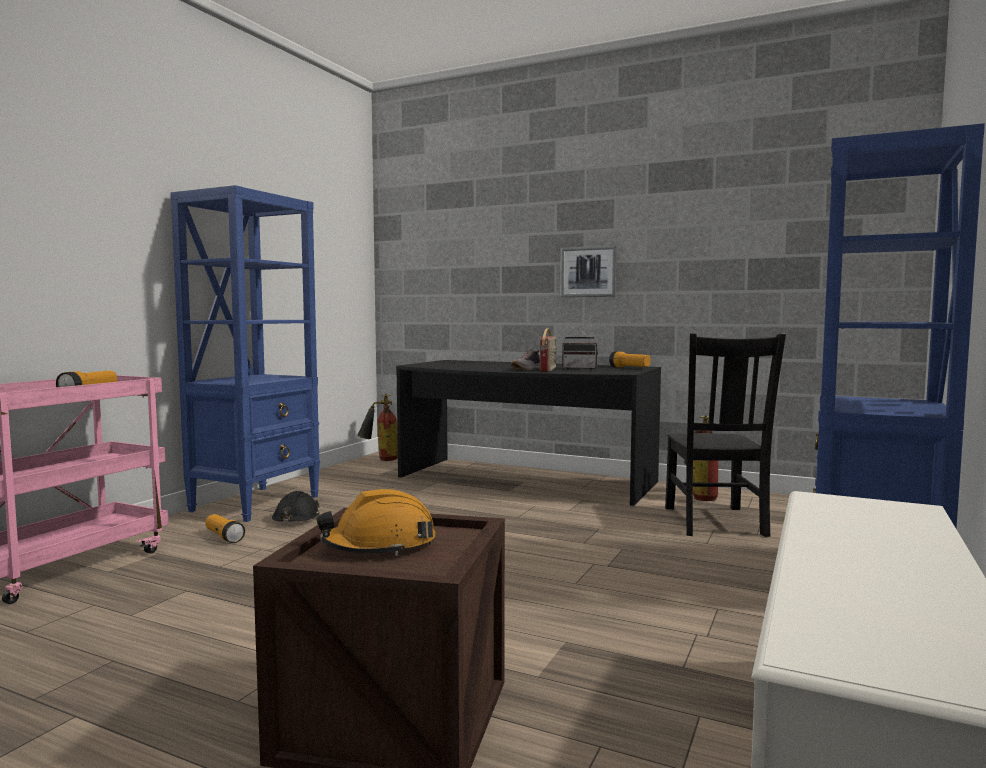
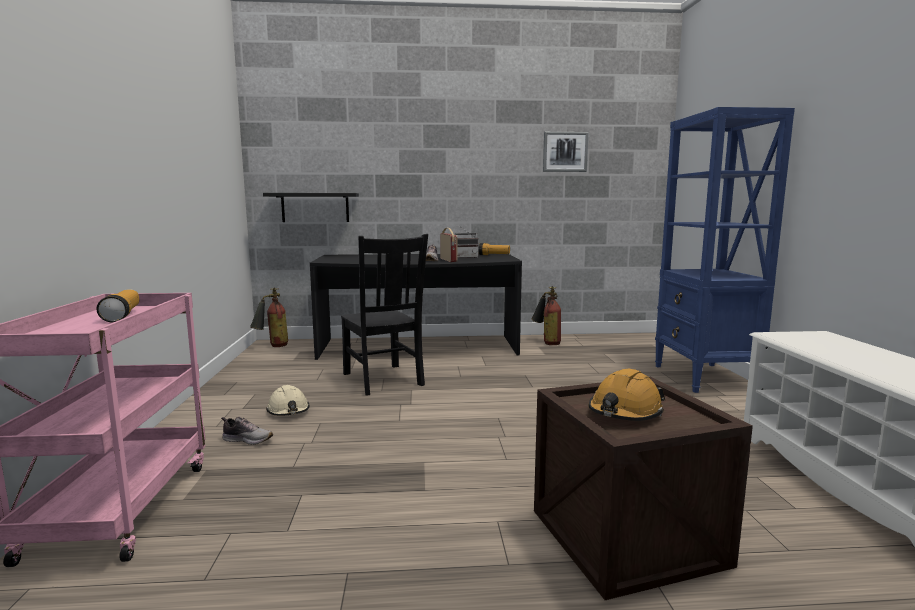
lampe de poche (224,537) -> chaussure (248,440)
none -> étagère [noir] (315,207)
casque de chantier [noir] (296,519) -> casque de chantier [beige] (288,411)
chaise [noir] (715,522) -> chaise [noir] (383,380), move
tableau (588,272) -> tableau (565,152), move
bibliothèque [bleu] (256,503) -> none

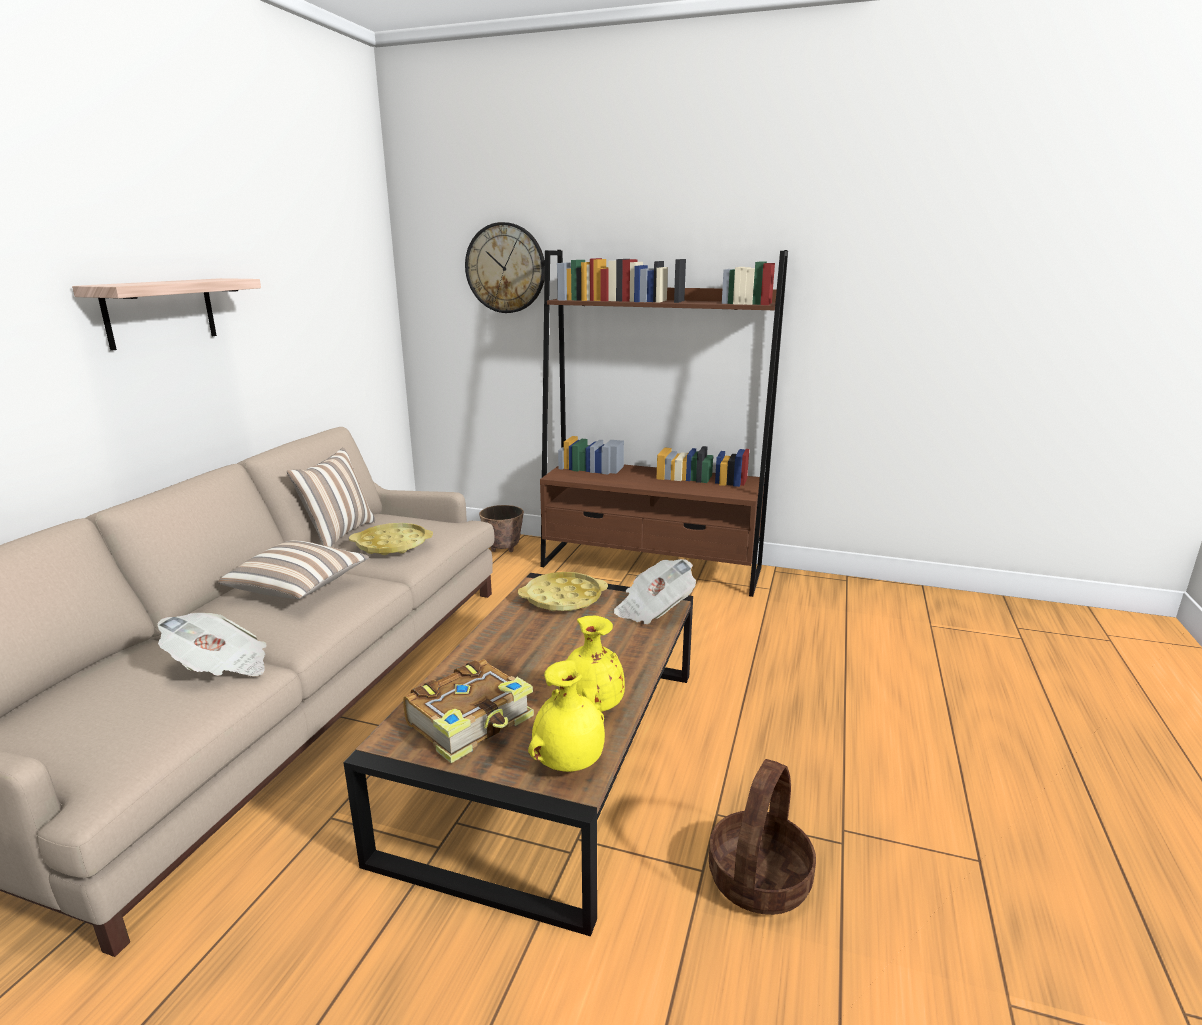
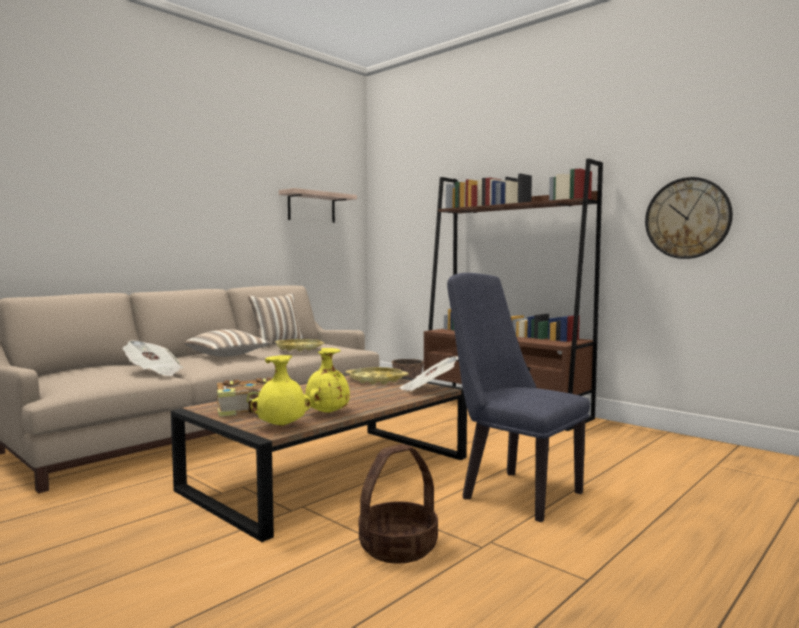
étagère (160,312) -> étagère (311,207), move
none -> chaise [bleu] (513,492)
horloge murale (505,268) -> horloge murale (687,218), move

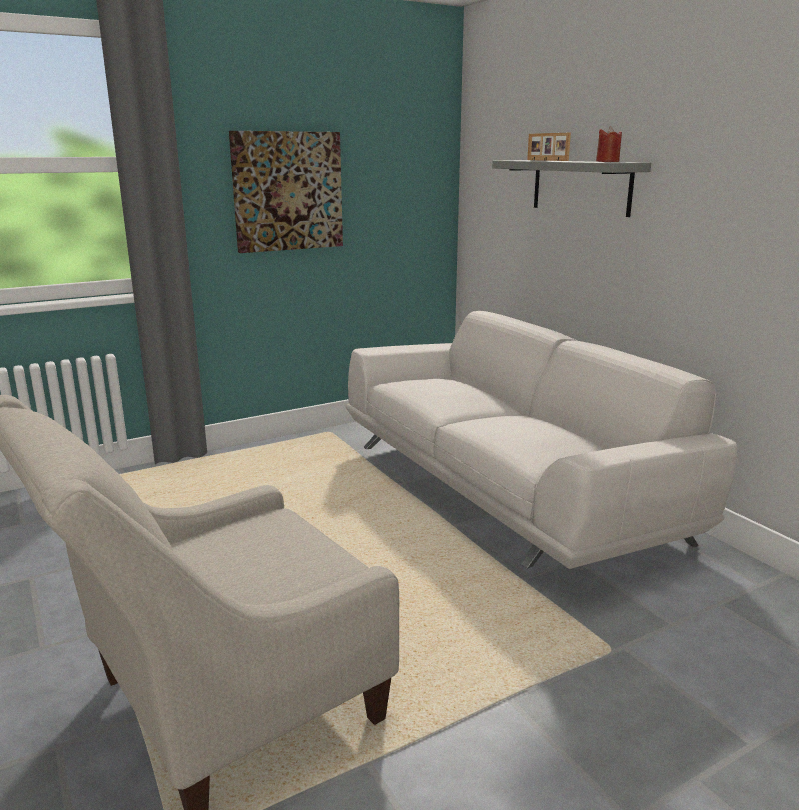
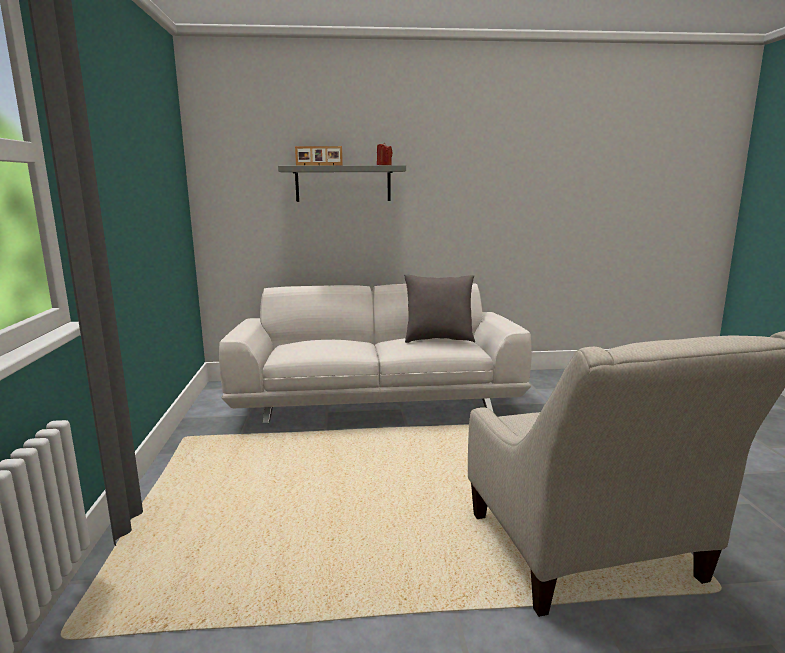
none -> coussin [gris] (438,340)
tableau (287,191) -> none

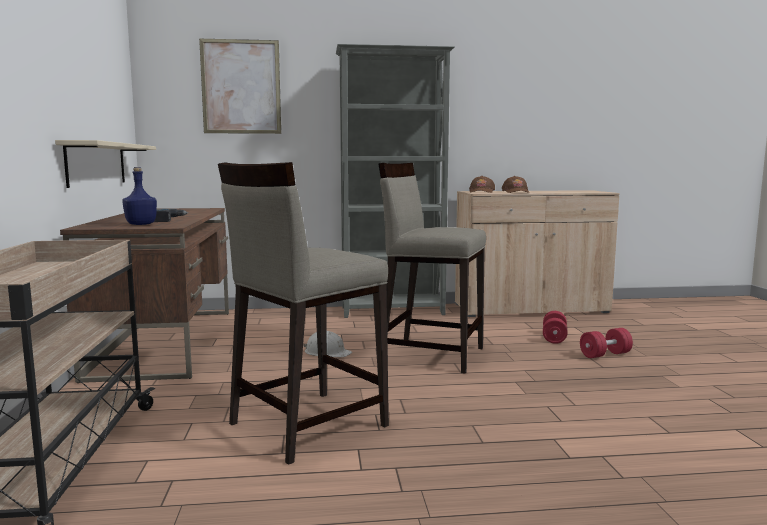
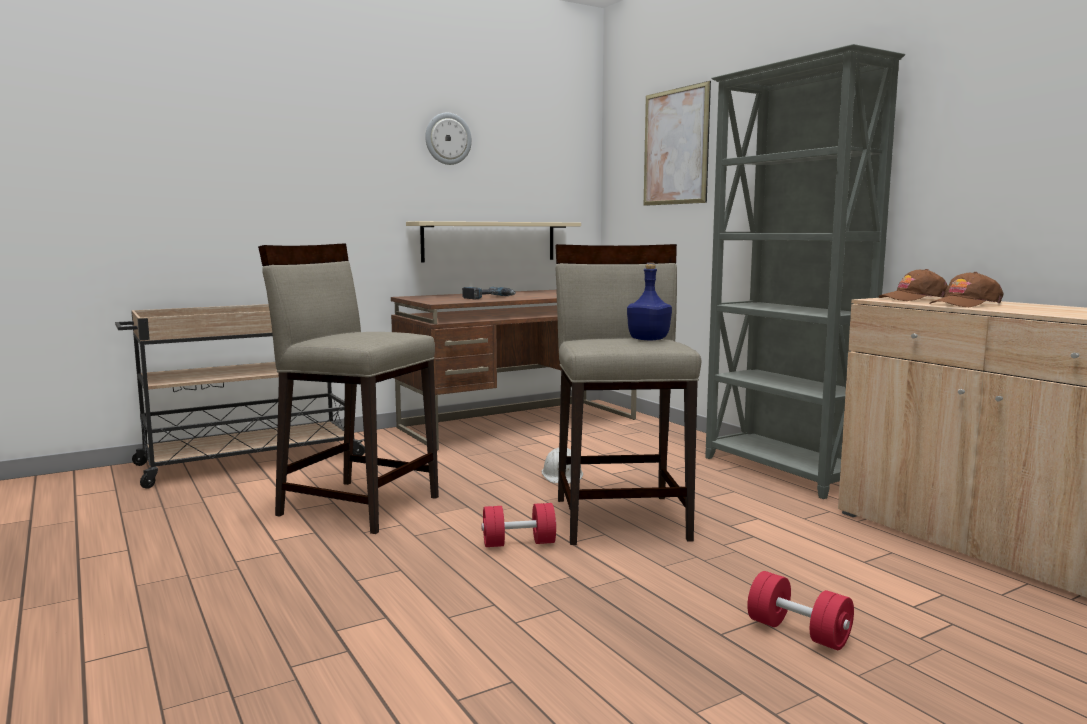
none -> horloge murale (448,139)
haltère [rouge] (554,337) -> haltère [rouge] (519,543), move
bouteille [bleu] (141,224) -> bouteille [bleu] (649,339), move

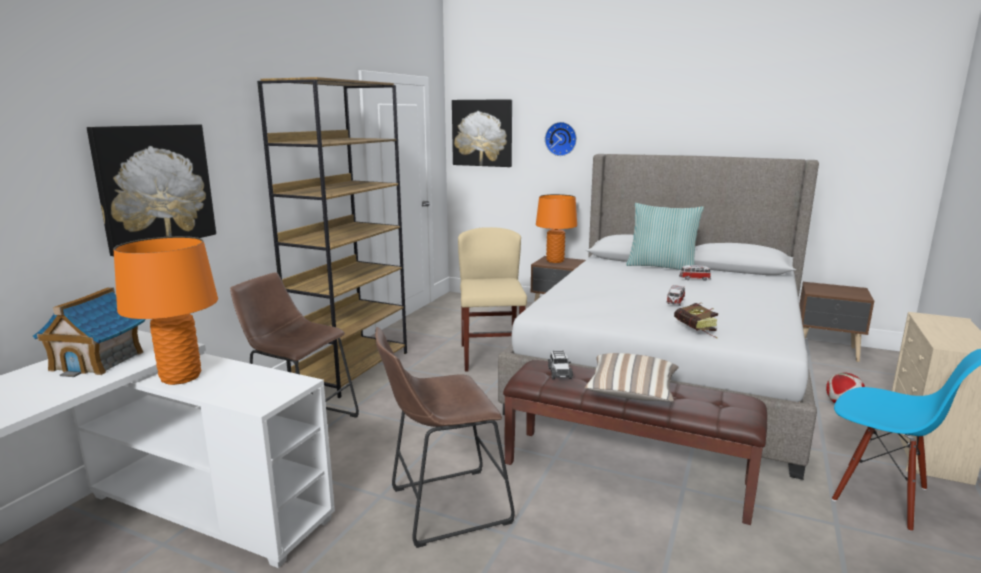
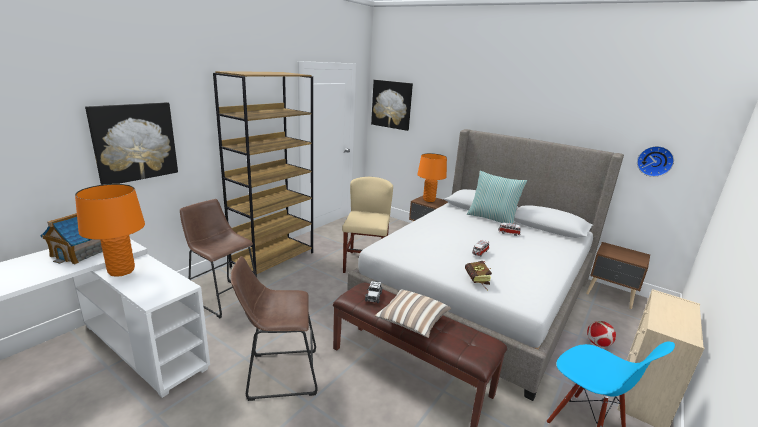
horloge murale (561,139) -> horloge murale (655,161), move

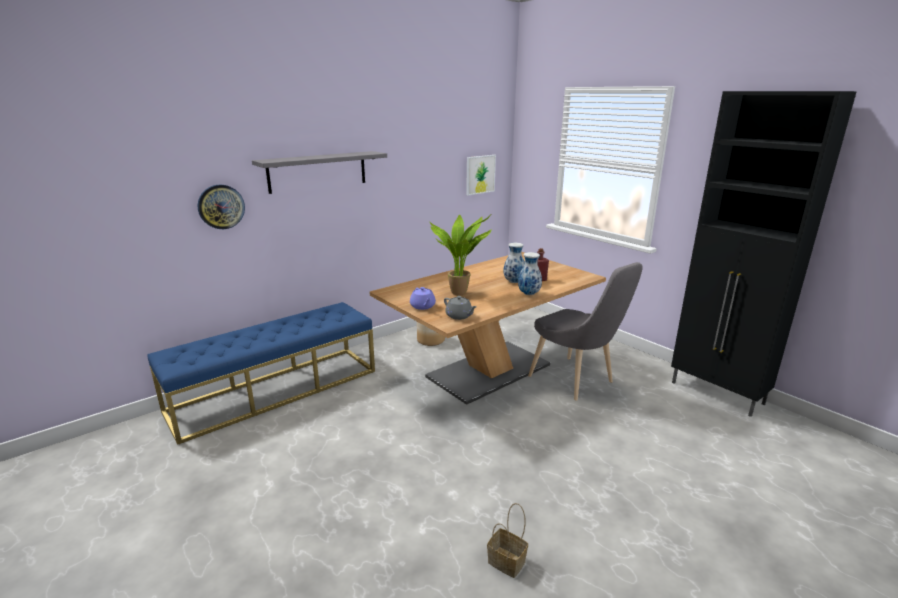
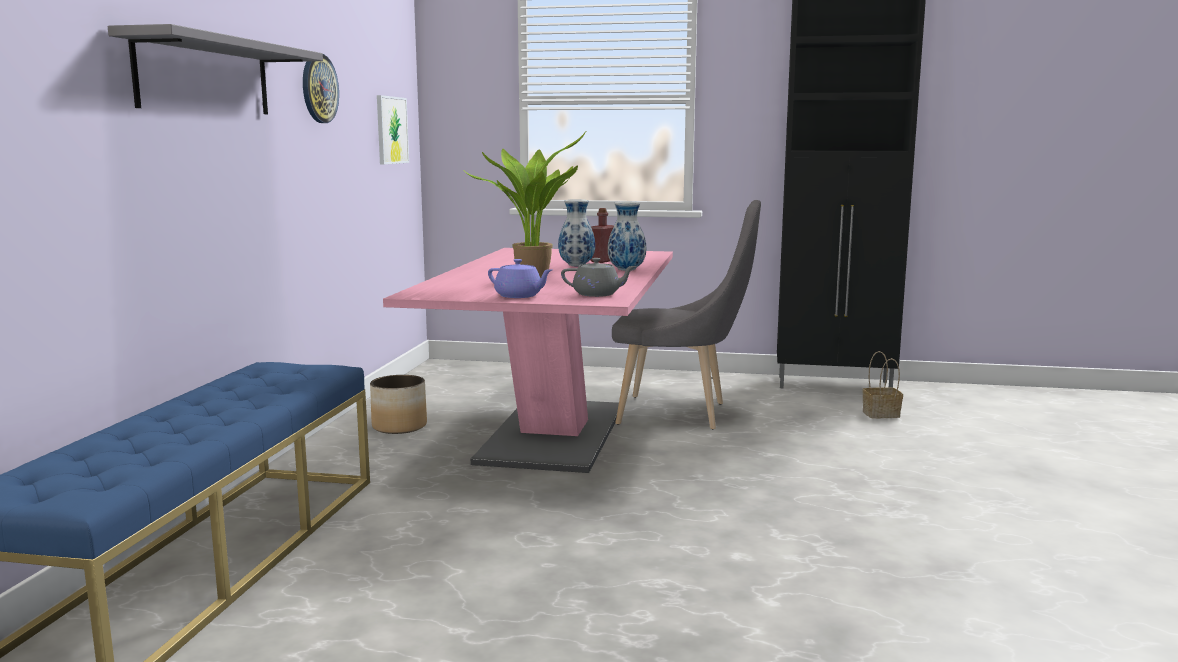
horloge murale (221,206) -> horloge murale (319,88), move
table à manger [marron] (489,371) -> table à manger [rose] (554,433)
panier (508,562) -> panier (882,414), move

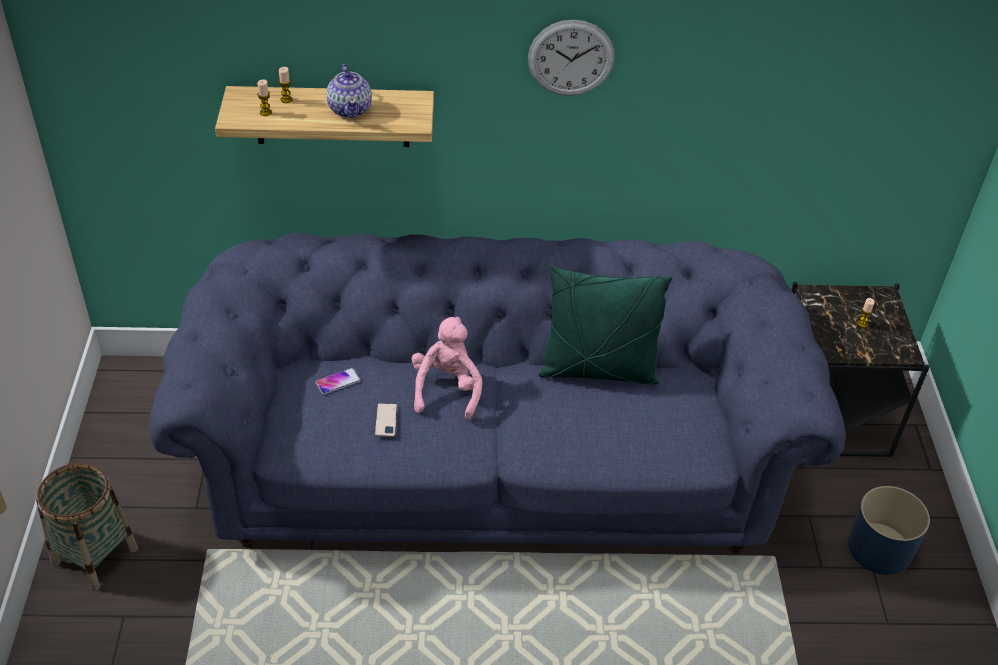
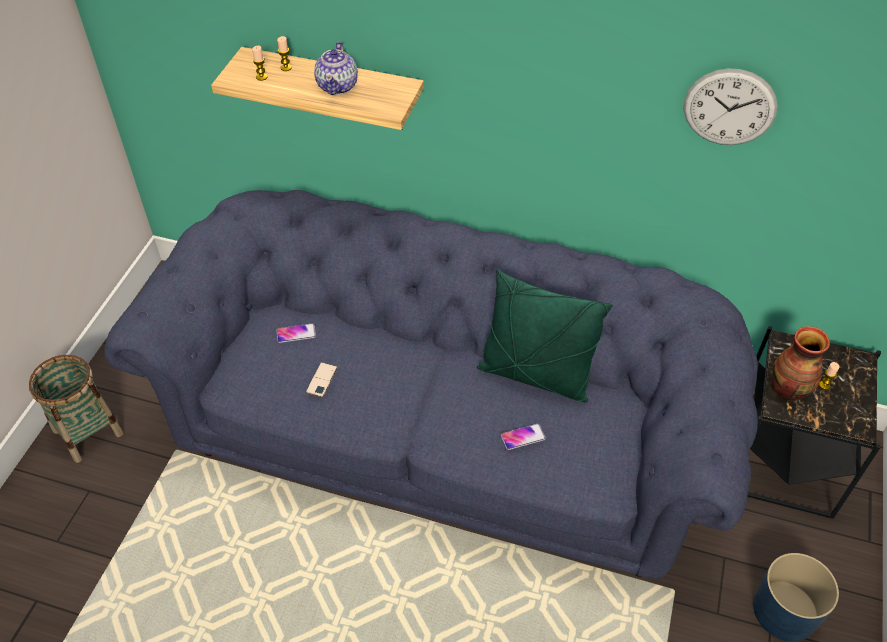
none -> téléphone (523,437)
horloge murale (571,58) -> horloge murale (729,107), move
none -> vase (789,390)
peluche [rose] (447,389) -> none

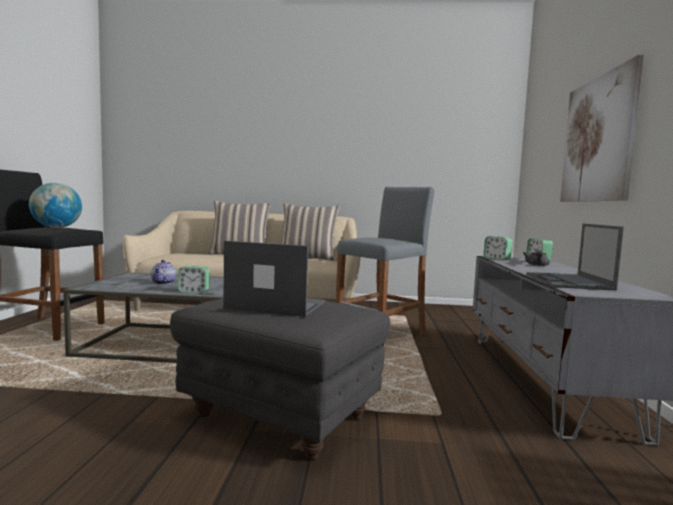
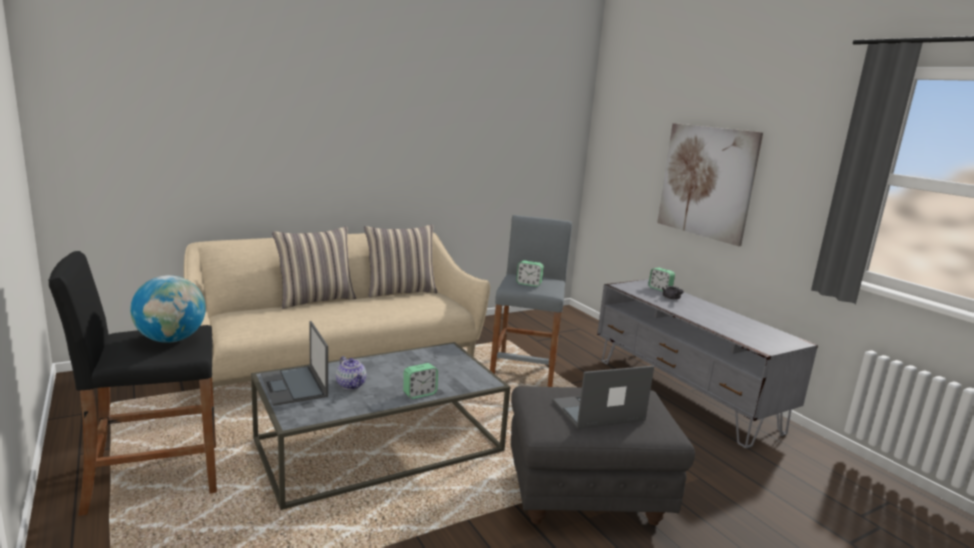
ordinateur portable (568,282) -> ordinateur portable (294,386), move
réveil (496,258) -> réveil (528,284), move

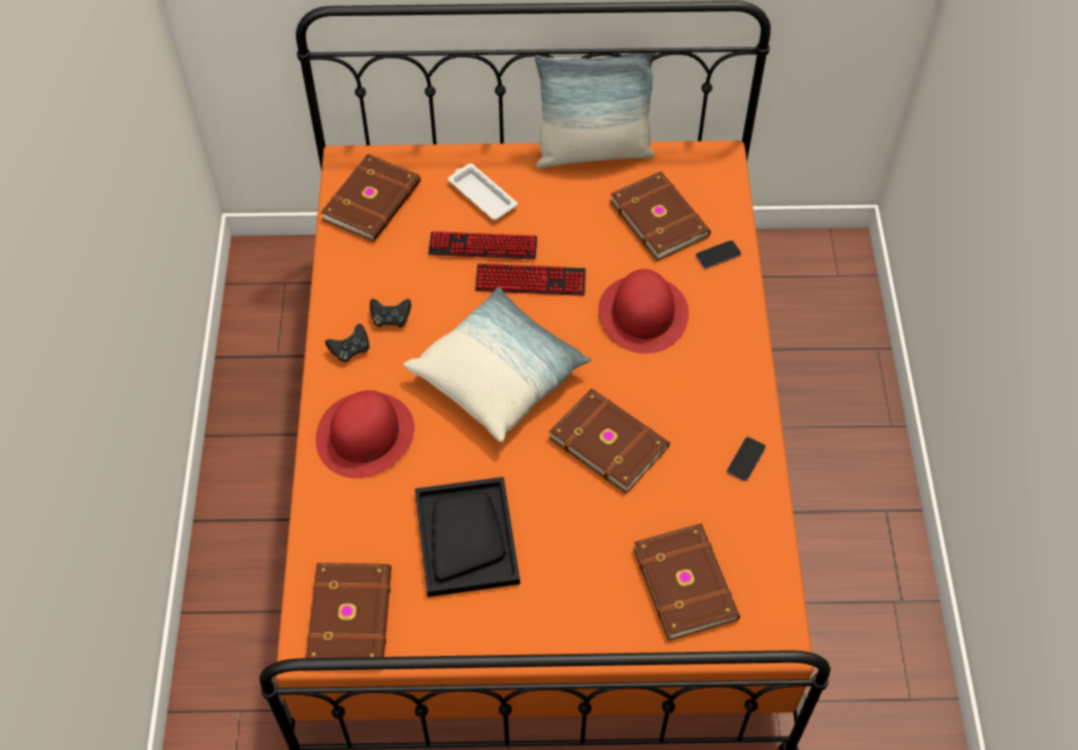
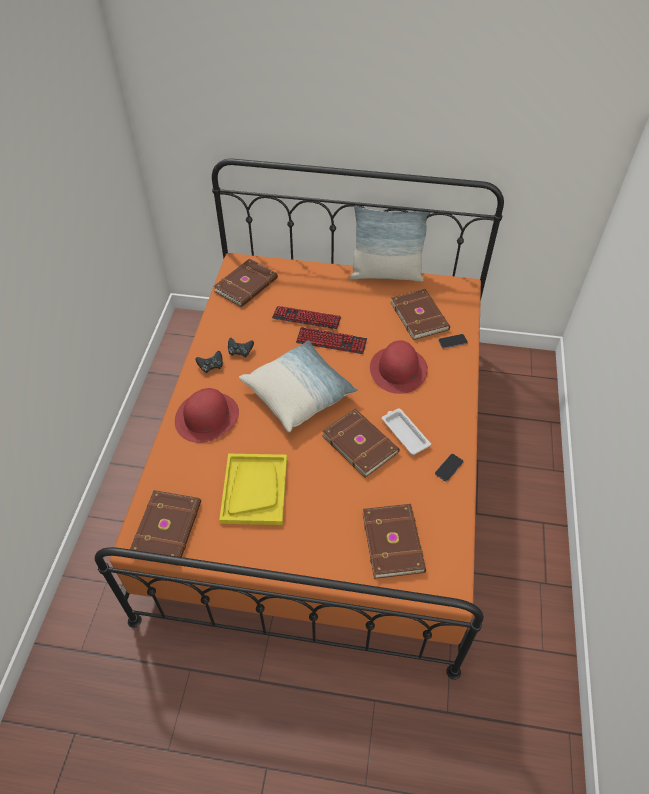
plateau [noir] (466,537) -> plateau [jaune] (254,489)
plateau [blanc] (481,195) -> plateau [blanc] (404,433), move

